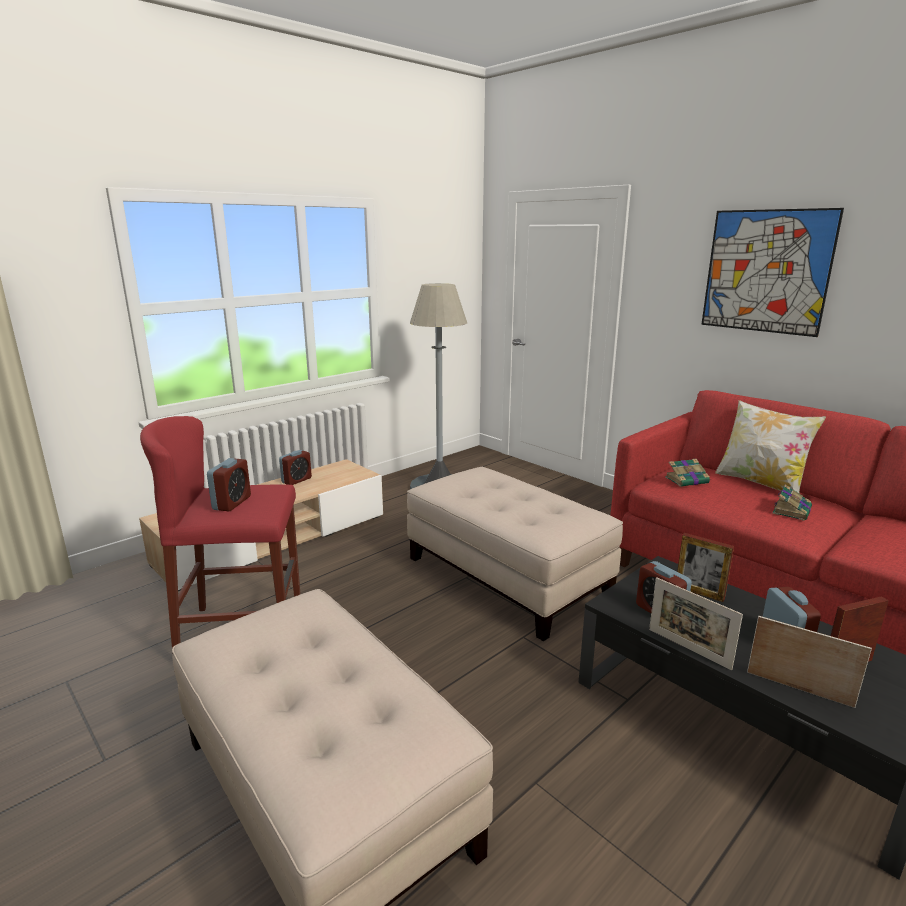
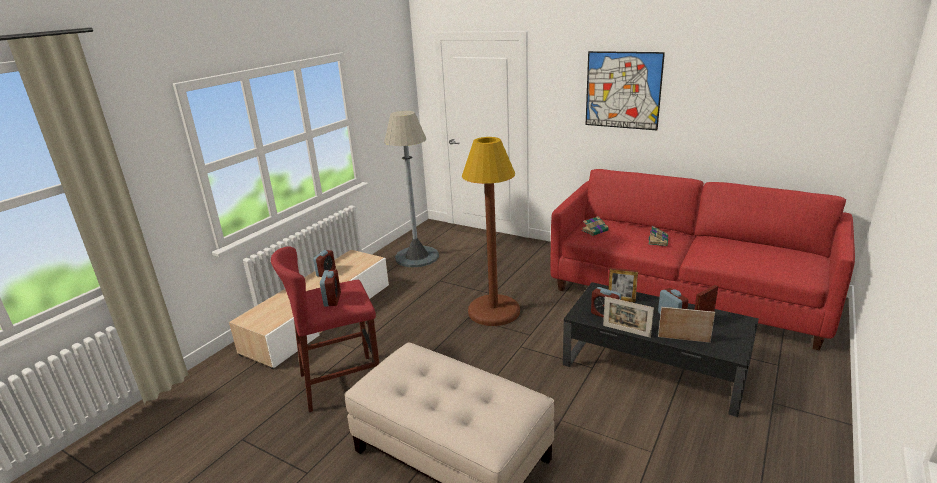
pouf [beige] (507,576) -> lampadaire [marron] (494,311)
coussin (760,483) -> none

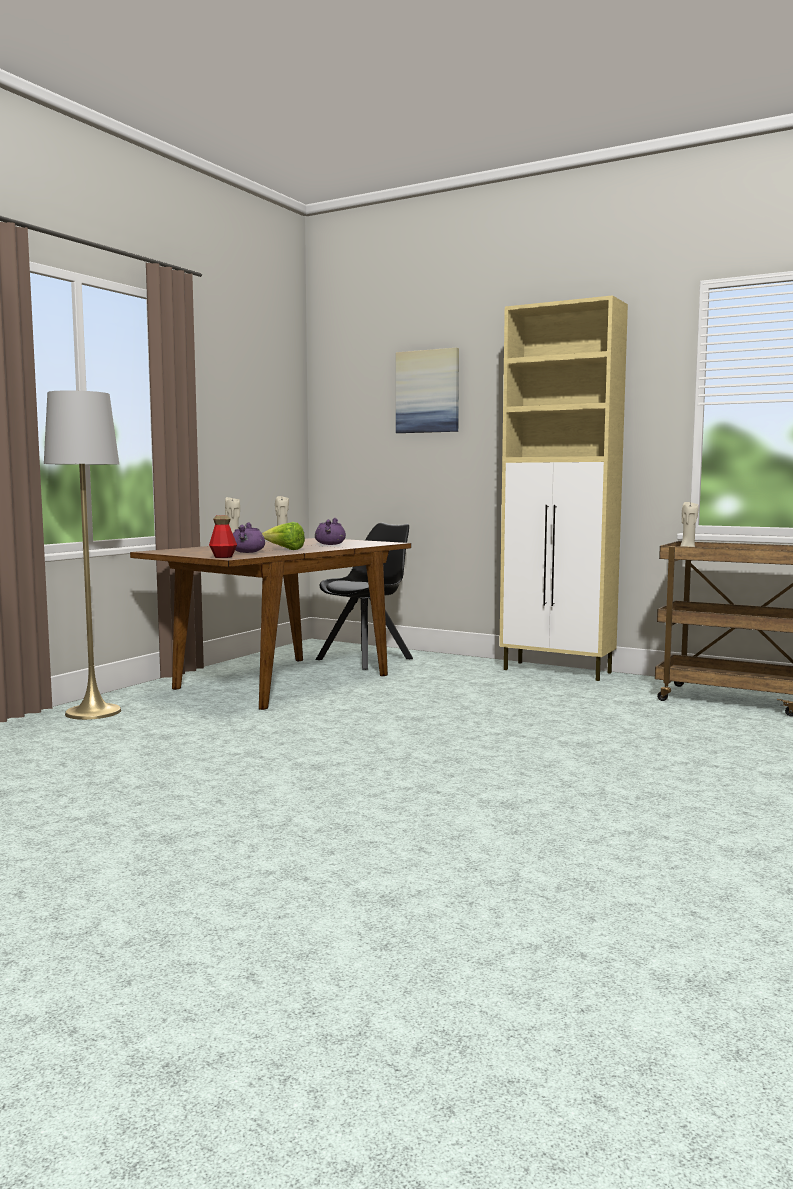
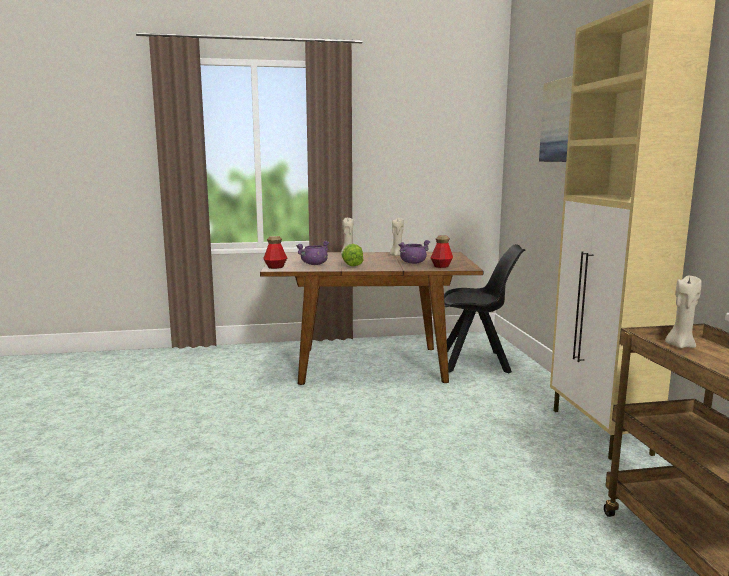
none -> bouteille (441,266)
lampadaire [gris] (93,712) -> none

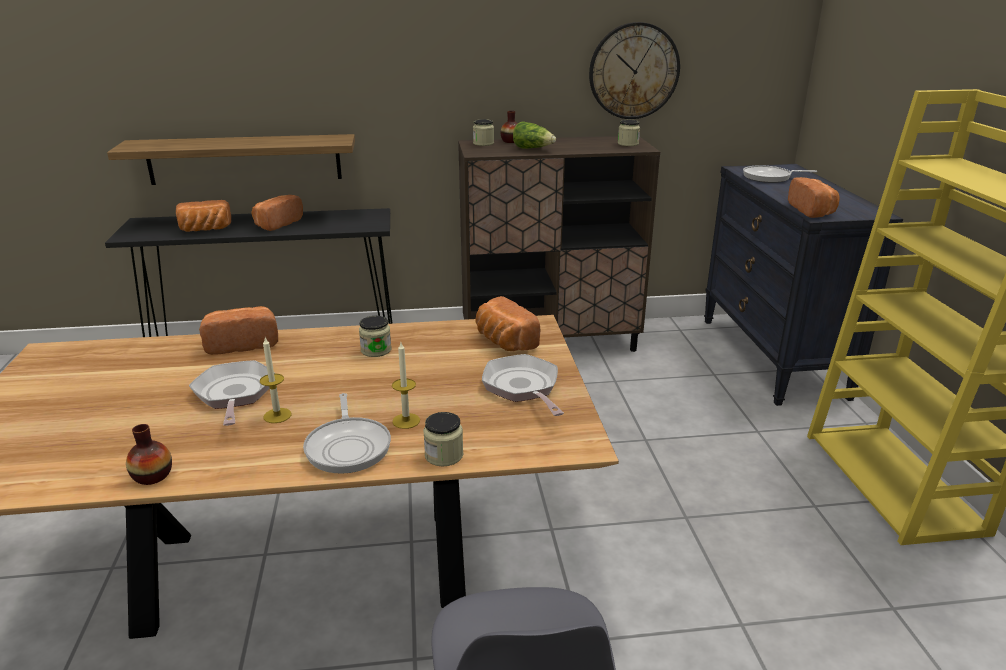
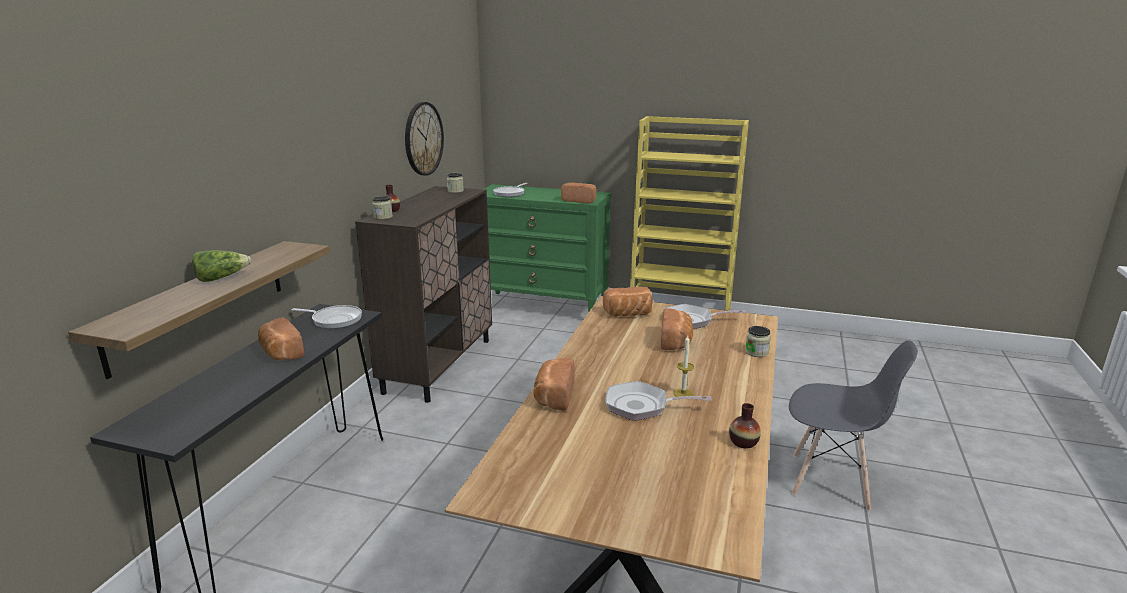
laitue (533,149) -> laitue (221,278), move
poêle (348,446) -> poêle (334,319), move
commode [noir] (772,357) -> commode [vert] (543,307)
pain (205,230) -> pain (676,342), move
bocal (376,350) -> none
bougie (406,421) -> none

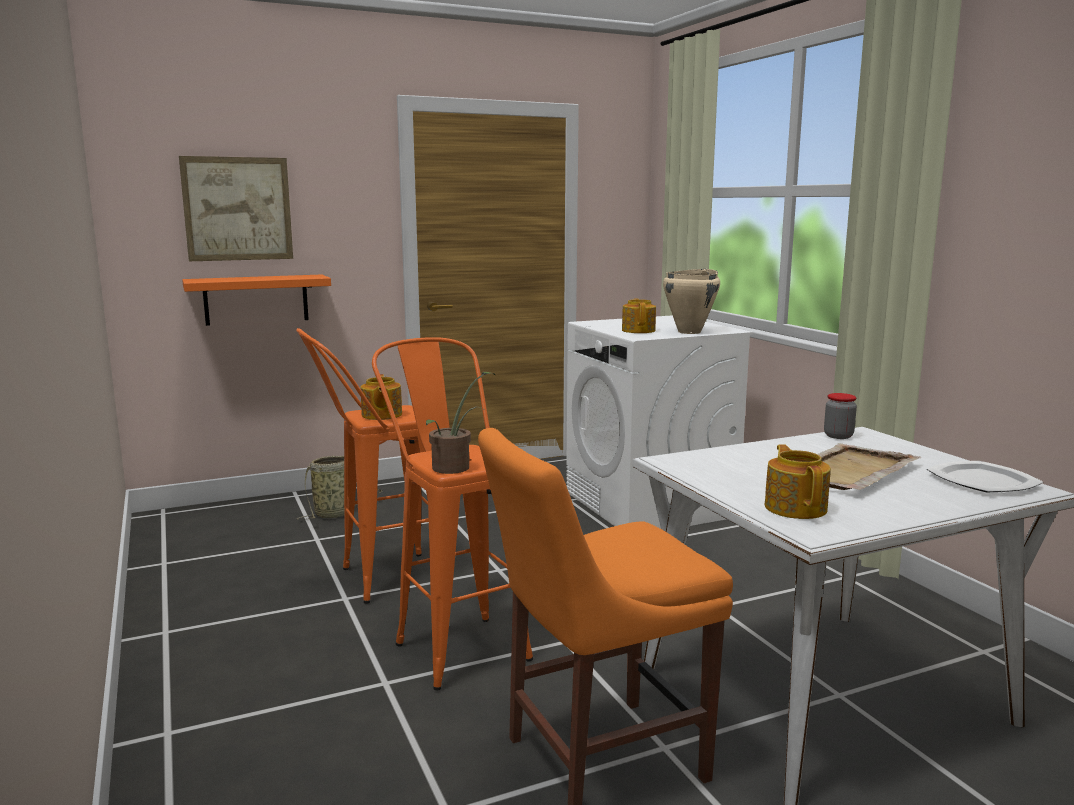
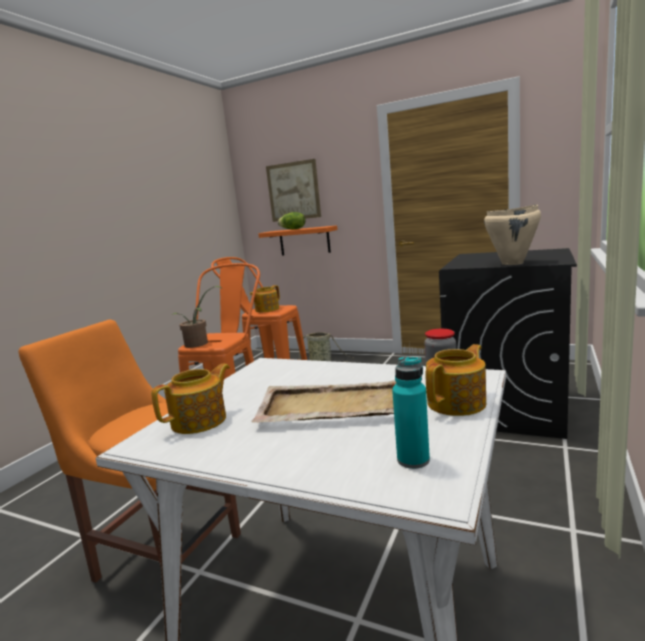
none -> laitue (293,229)
assiette (984,481) -> bouteille [turquoise] (413,460)
théière (639,330) -> théière (458,403), move
lave-linge [blanc] (650,504) -> lave-linge [noir] (507,407)

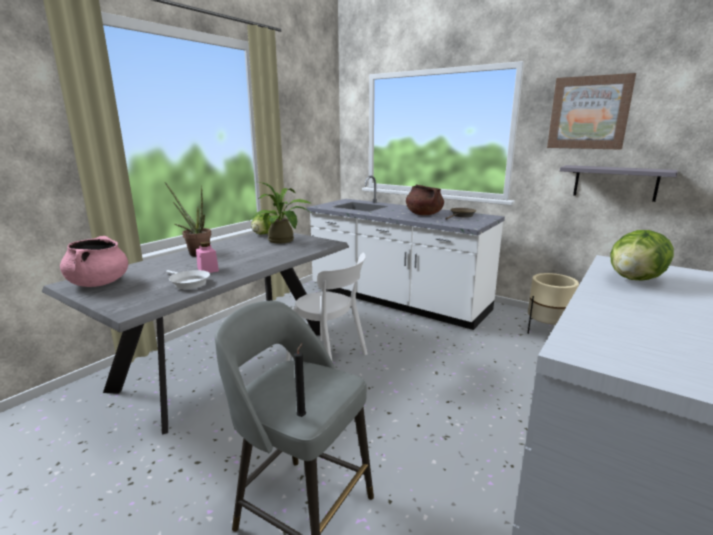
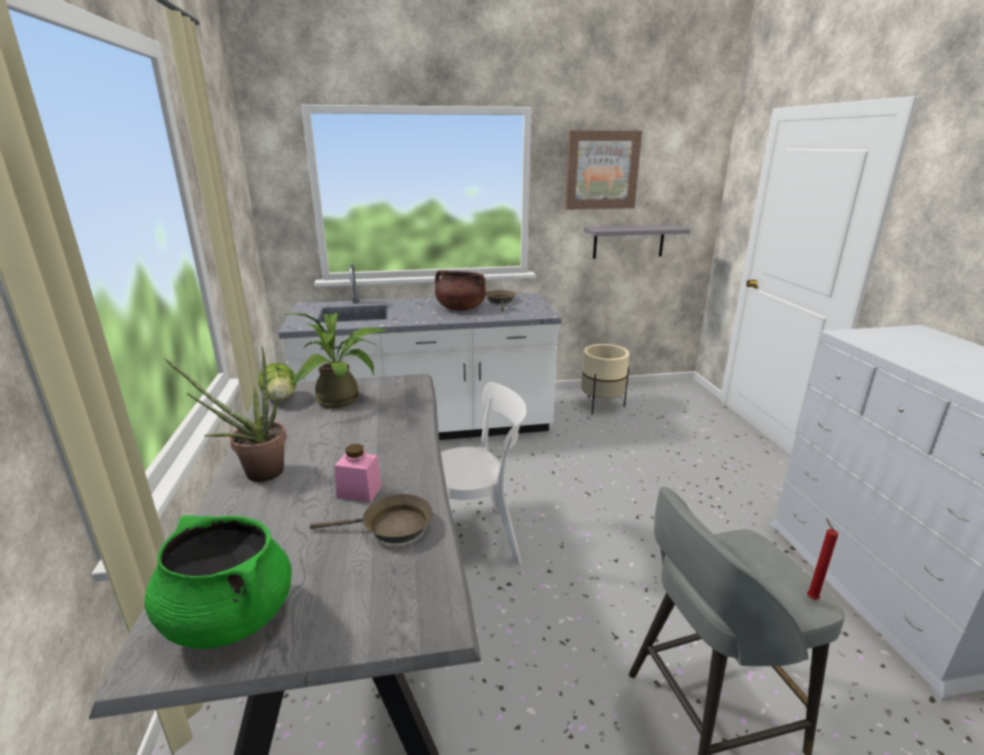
marmite [rose] (99,283) -> marmite [vert] (229,617)
poêle [blanc] (188,283) -> poêle [marron] (391,527)
bougie [noir] (302,415) -> bougie [rouge] (810,597)
laitue (635,279) -> none

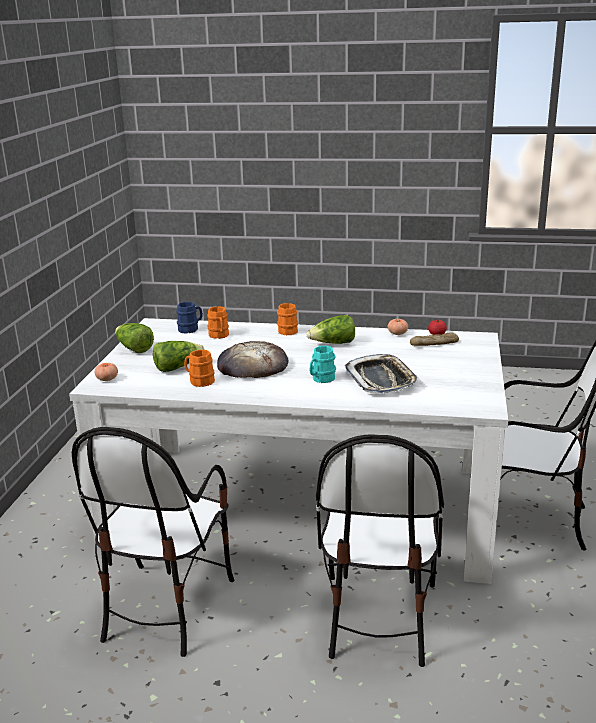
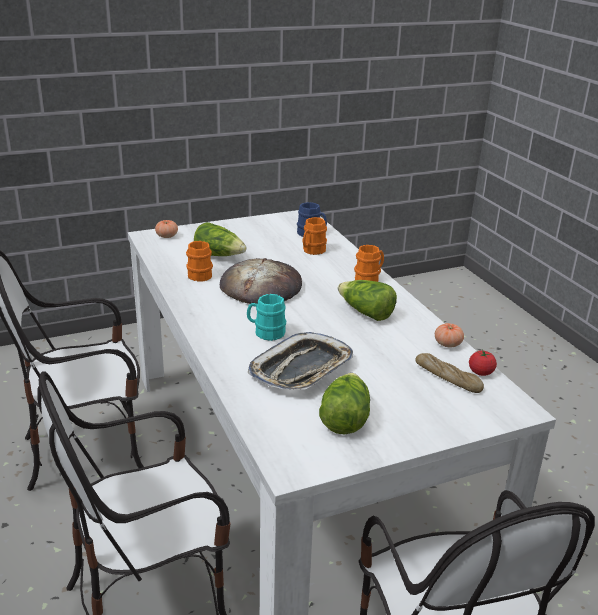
laitue (134,348) -> laitue (344,418), move

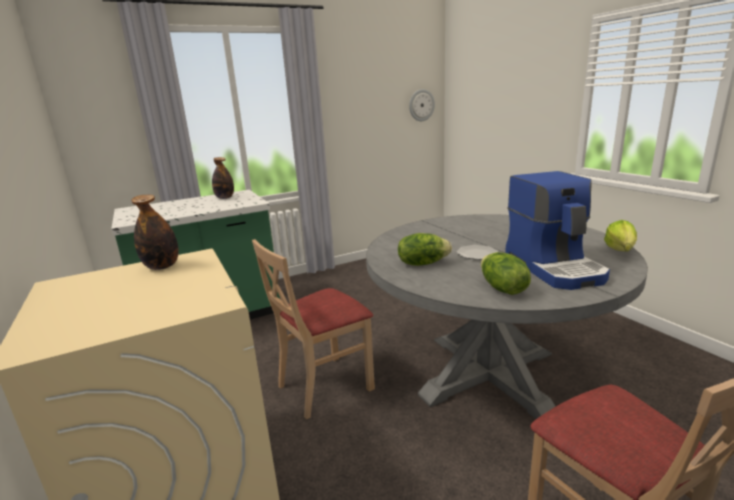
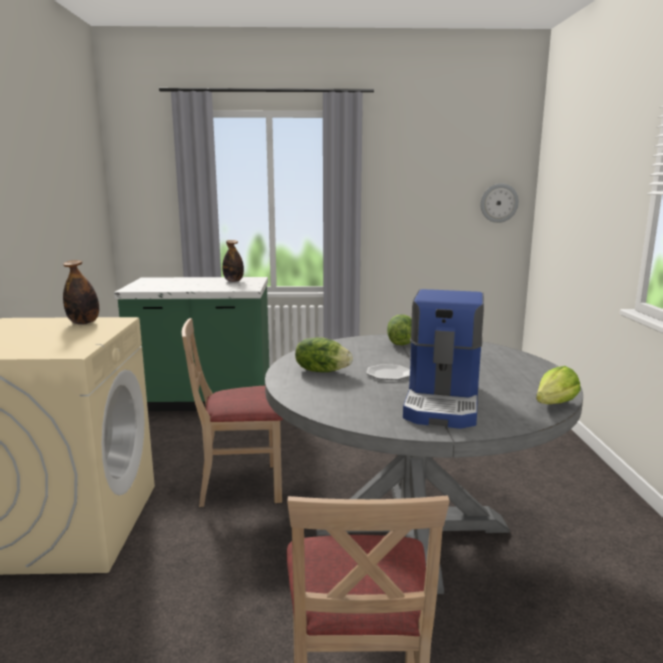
laitue (502,288) -> laitue (400,343), move

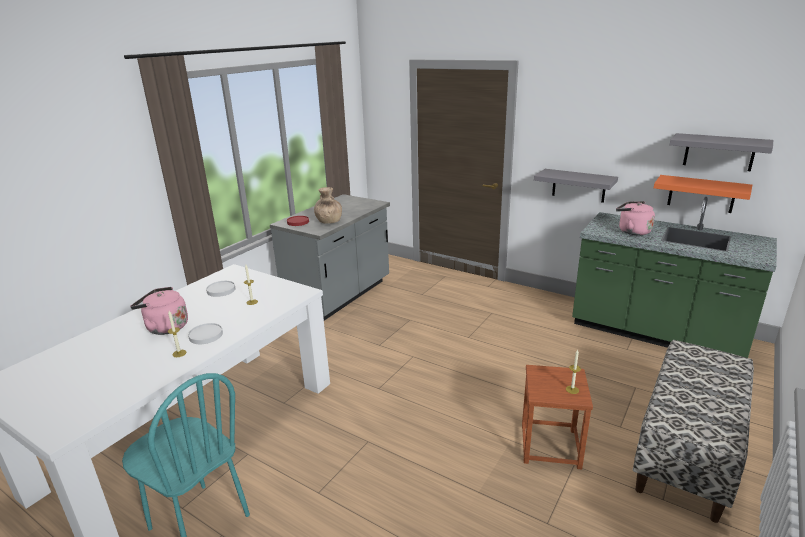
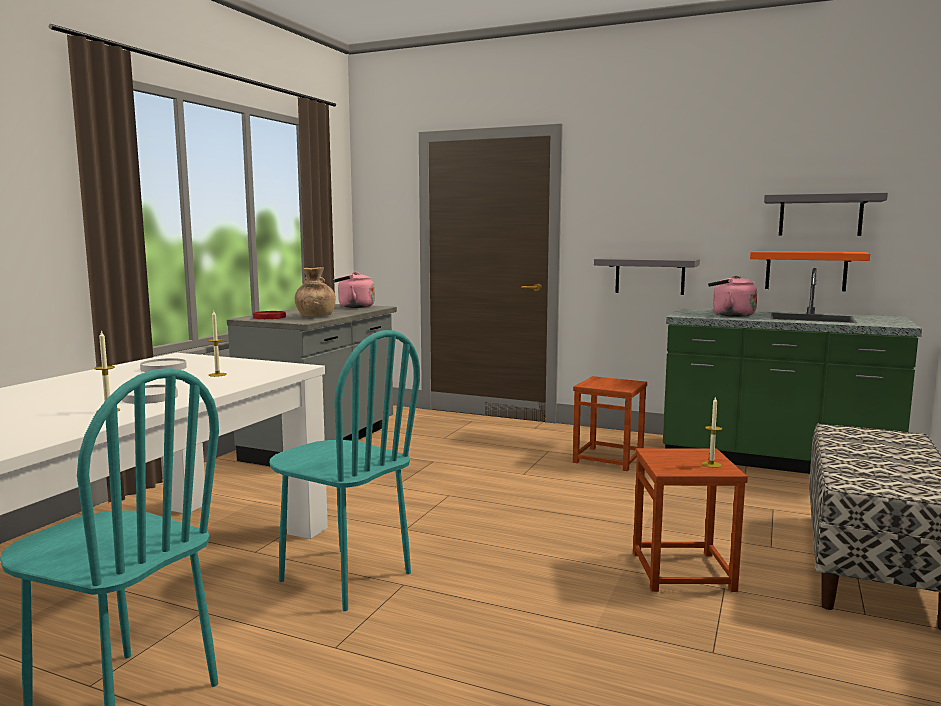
none -> chaise [turquoise] (344,577)
bouilloire [rose] (165,327) -> bouilloire [rose] (353,307), move
none -> tabouret [marron] (608,459)

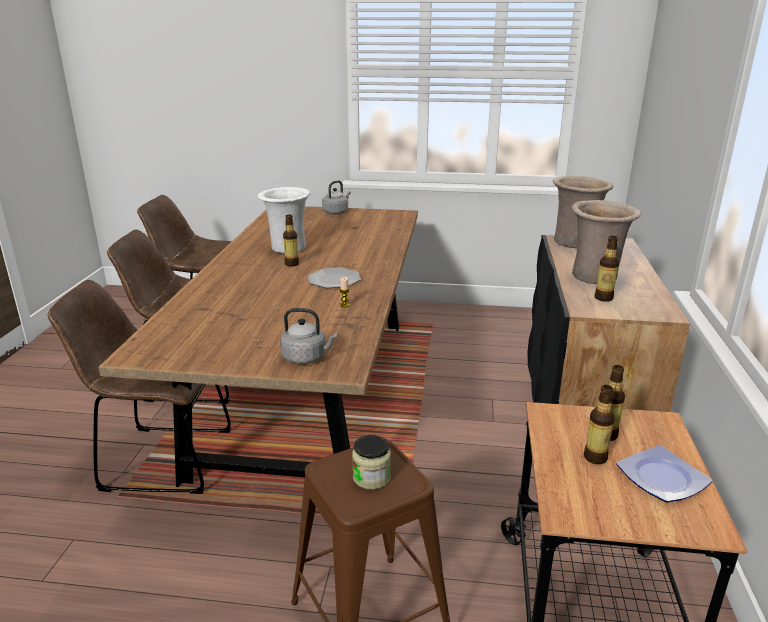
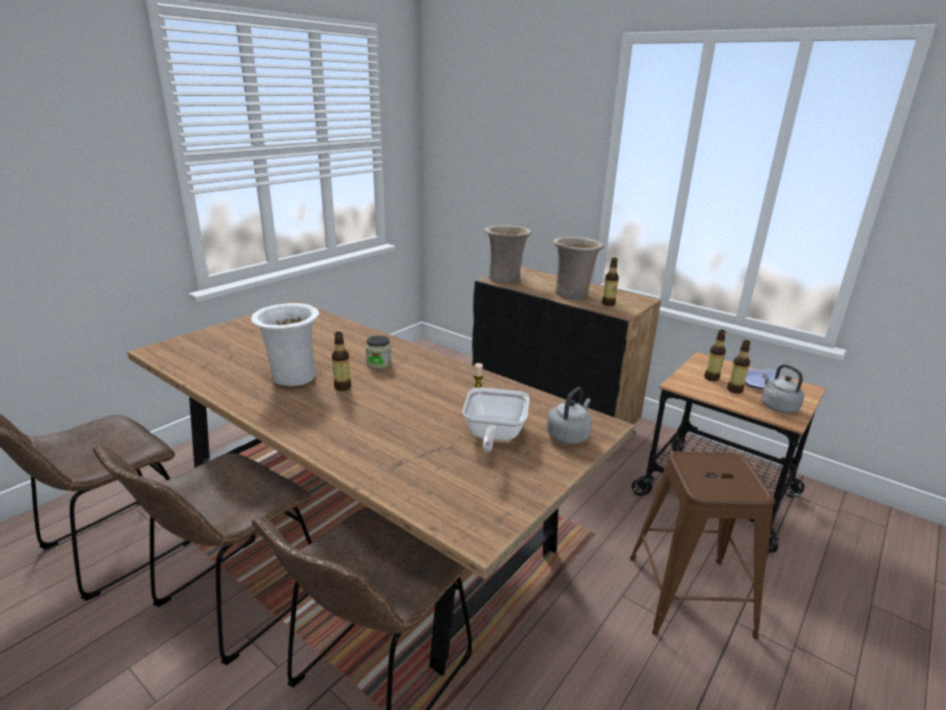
bocal (371,477) -> bocal (379,363), move
none -> poêle (493,436)
bouilloire [gris] (336,212) -> bouilloire [gris] (777,406), move
assiette (334,280) -> none

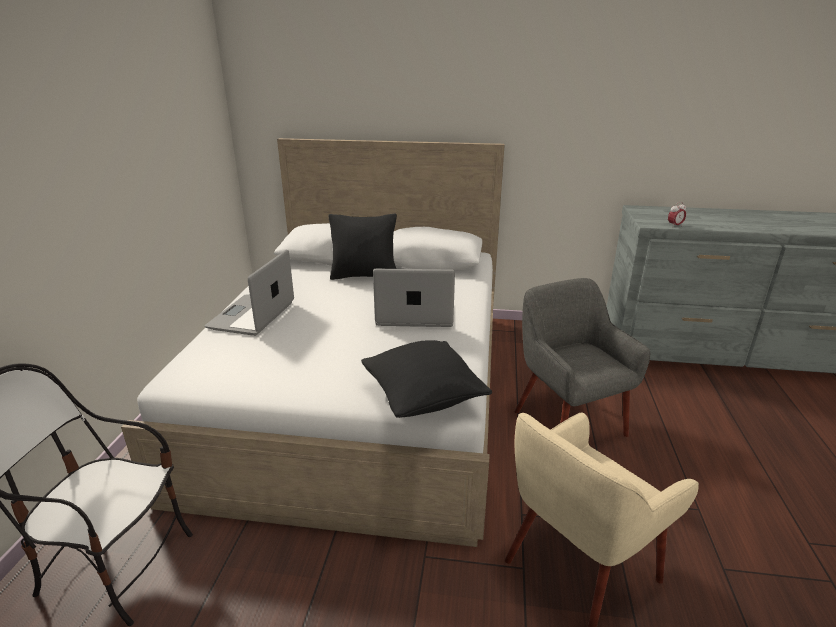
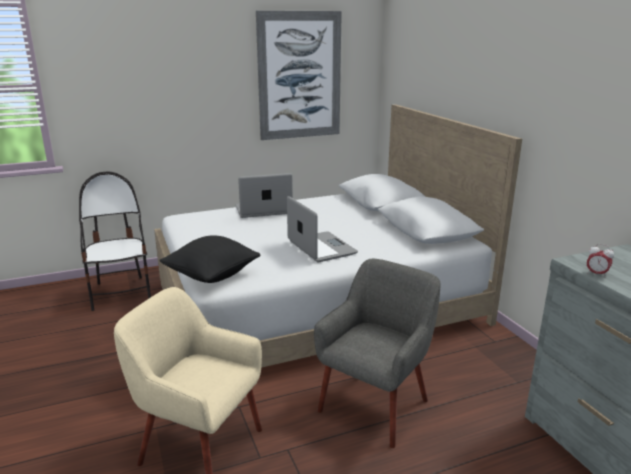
none -> tableau (300,76)
coussin [noir] (364,276) -> none

